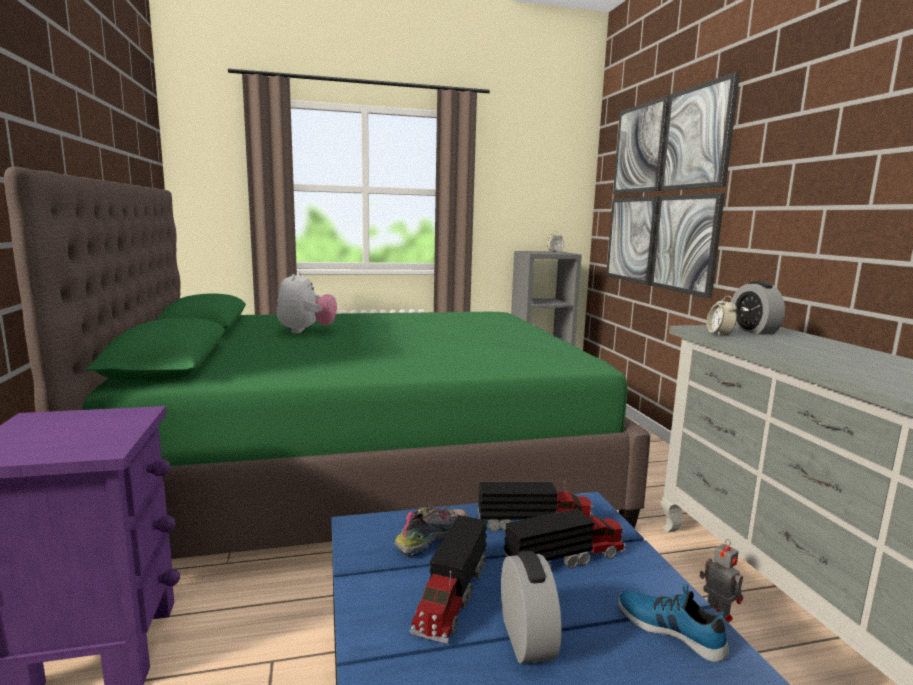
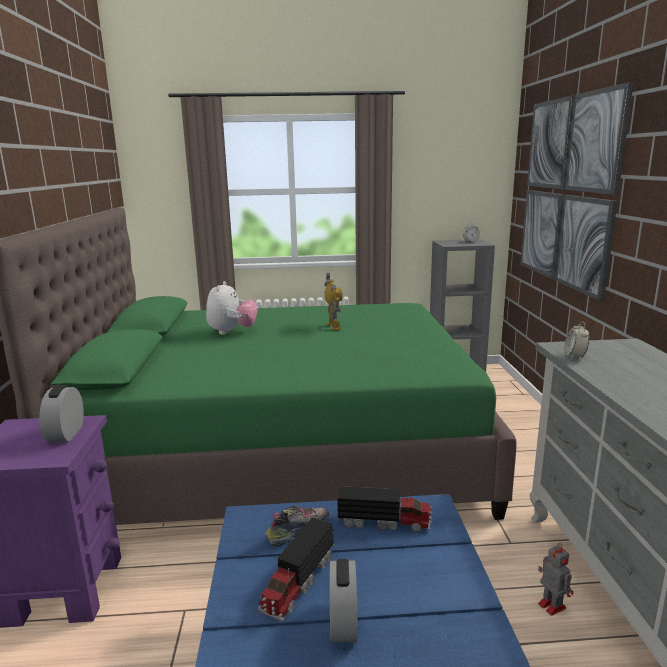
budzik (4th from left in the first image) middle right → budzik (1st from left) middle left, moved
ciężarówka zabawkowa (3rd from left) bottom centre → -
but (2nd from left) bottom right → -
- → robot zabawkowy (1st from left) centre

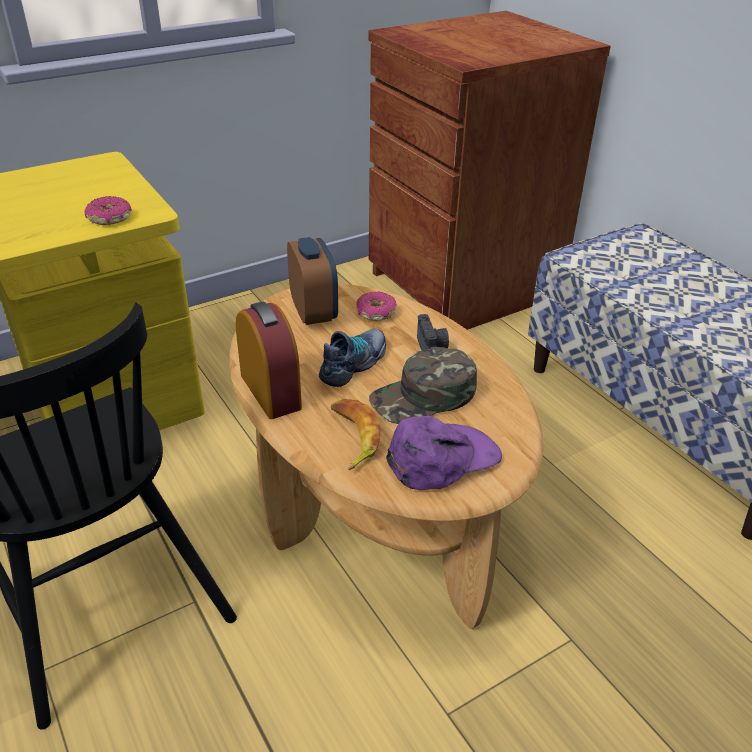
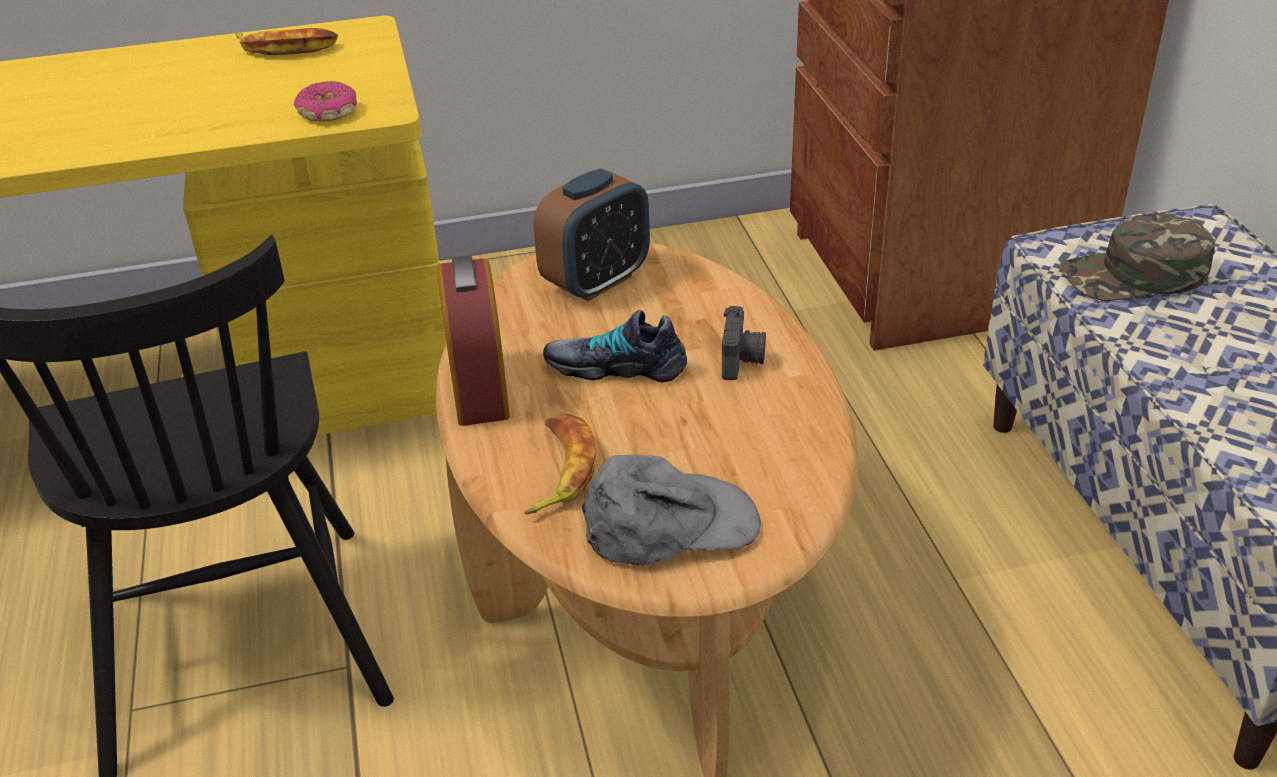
budzik (2nd from left) centre → budzik (2nd from left) top centre, 45 degrees clockwise
donut (2nd from left) centre → -
but centre, 135 degrees counterclockwise
czapka z daszkiem/zielony centre → czapka z daszkiem/zielony top right, moved
czapka z daszkiem/fioletowy centre → czapka z daszkiem/szary centre
- → banan (1st from left) top left

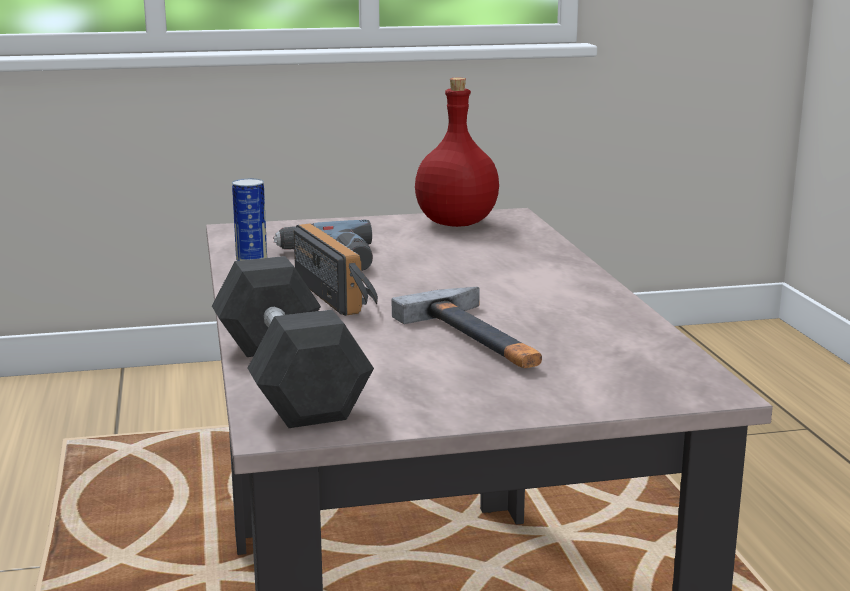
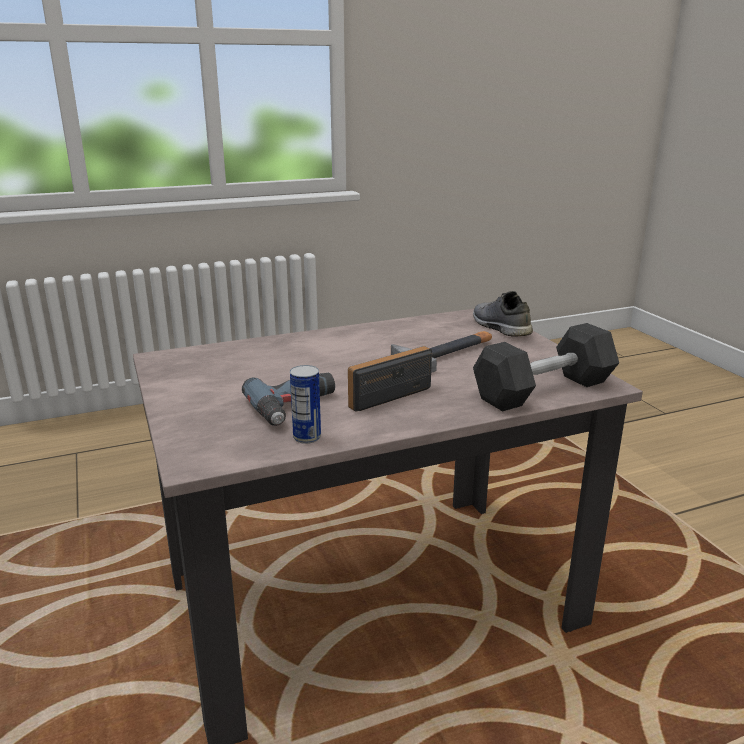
butelka/czerwony top centre → -
- → but/szary middle right

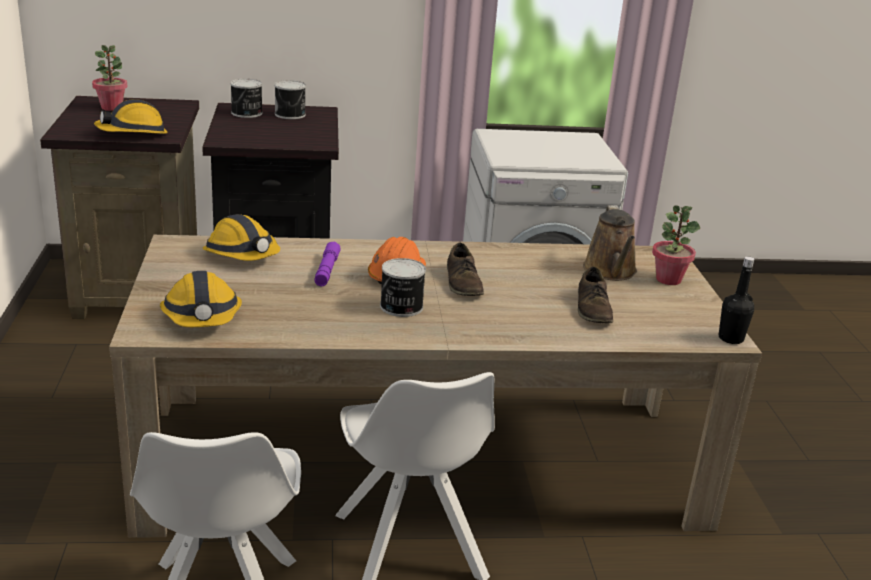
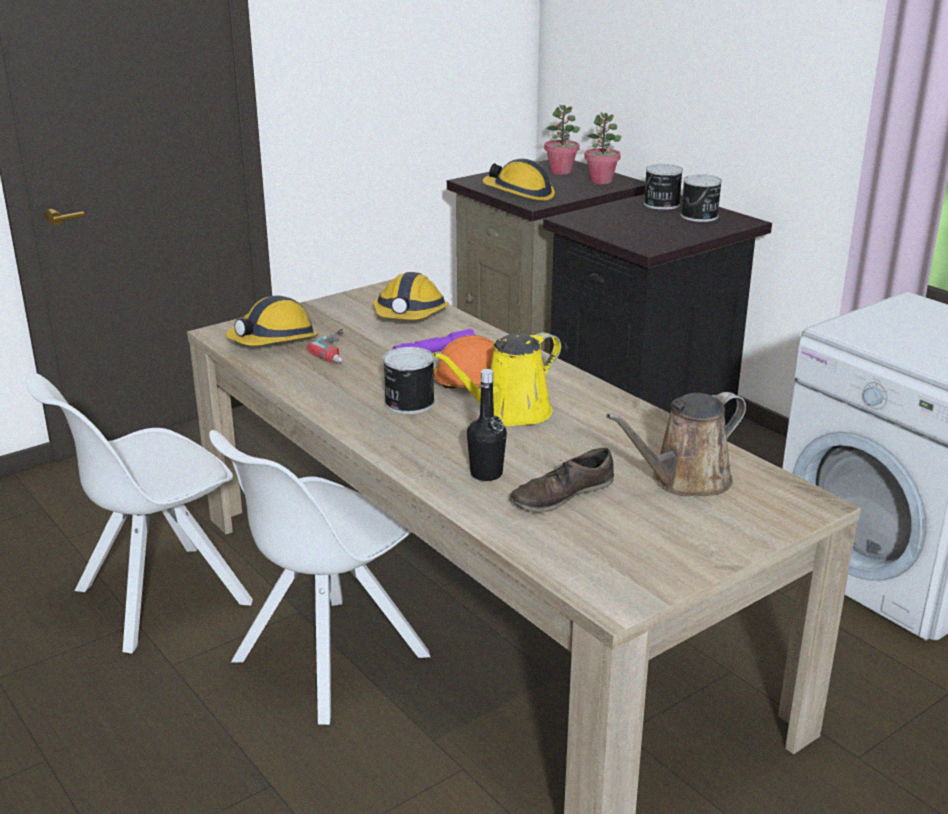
roślina doniczkowa (2nd from left) middle right → roślina doniczkowa (2nd from left) top centre, moved
but/brązowy (1st from left) centre → konewka/żółty centre
butelka/czarny middle right → butelka/czarny centre, moved
- → wiertarka centre

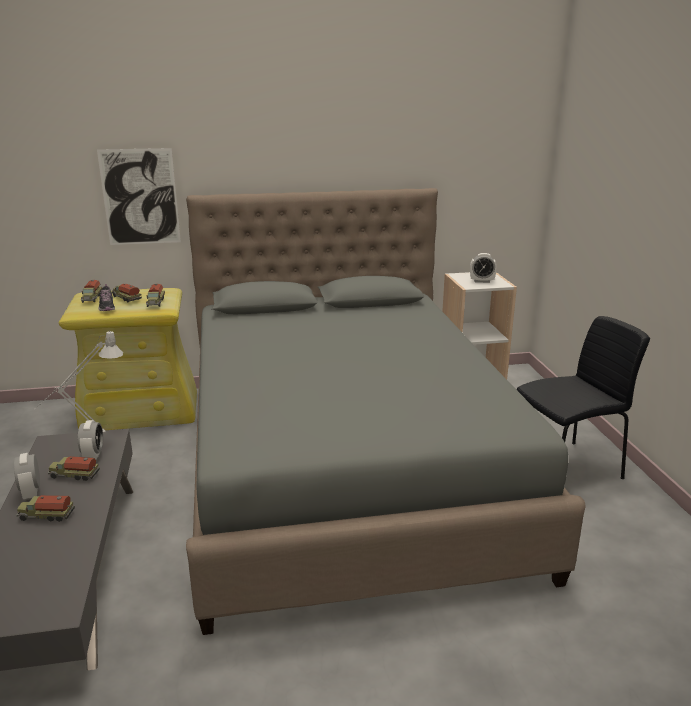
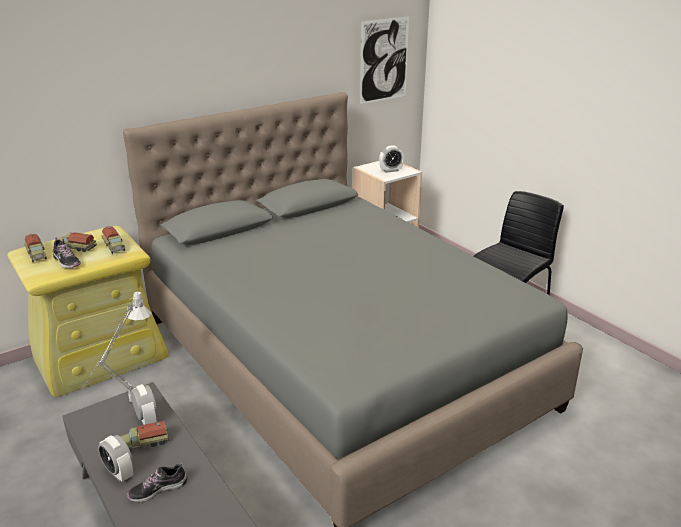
obraz top left → obraz top centre, moved
ciężarówka zabawkowa (1st from left) bottom left → but (2nd from left) bottom left

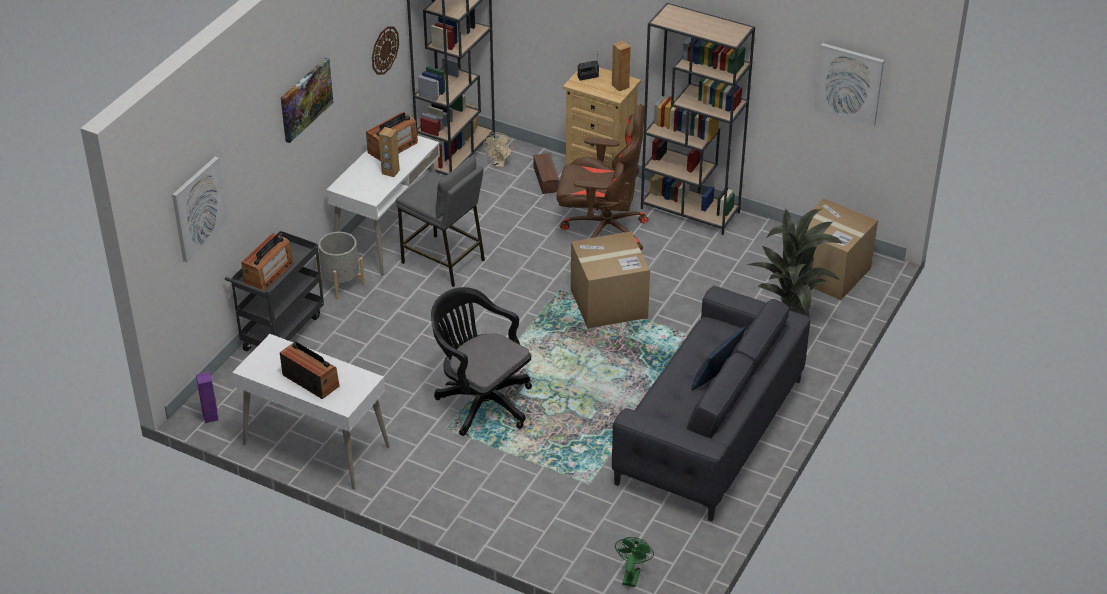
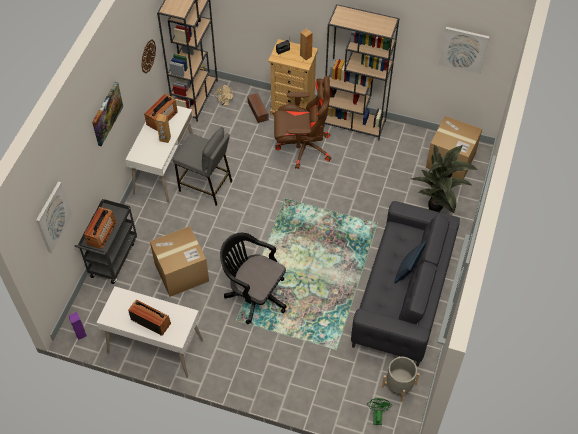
karton (1st from left) centre → karton (1st from left) middle left, moved
donica/szary middle left → donica/szary bottom right, moved

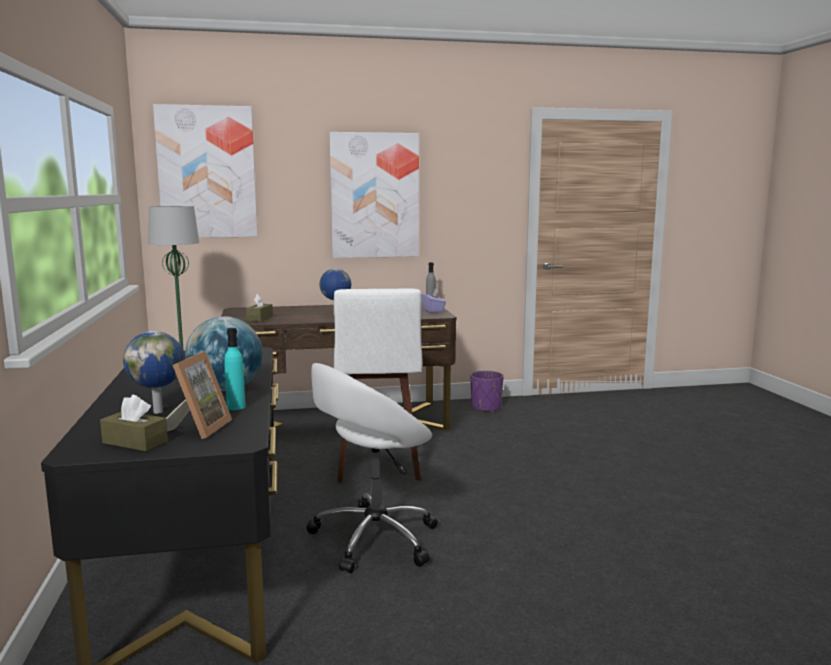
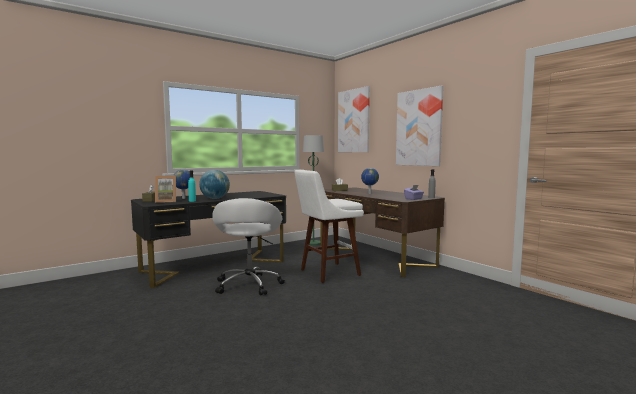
krzesło biurowe/biały bottom centre → krzesło biurowe/biały centre, 120 degrees counterclockwise
donica/fioletowy centre → -

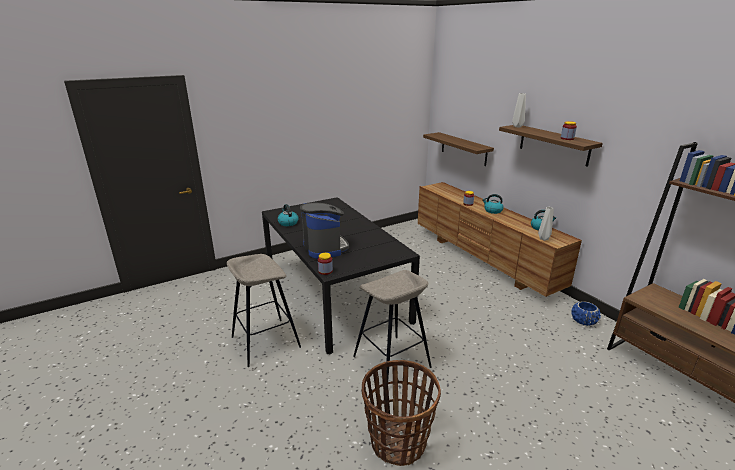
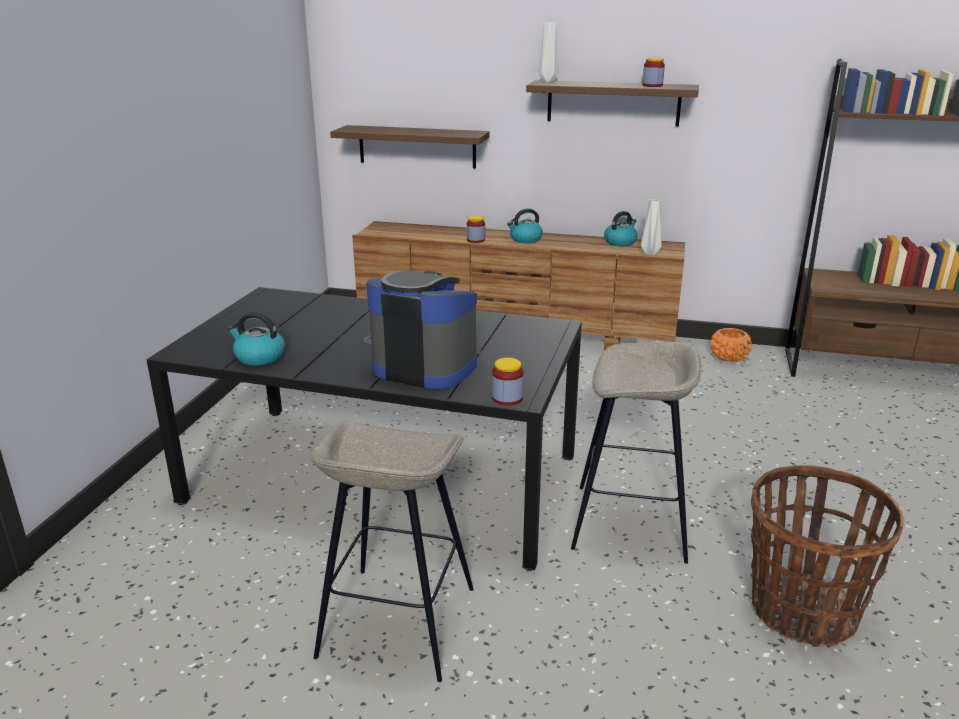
donica/niebieski middle right → donica/pomarańczowy middle right

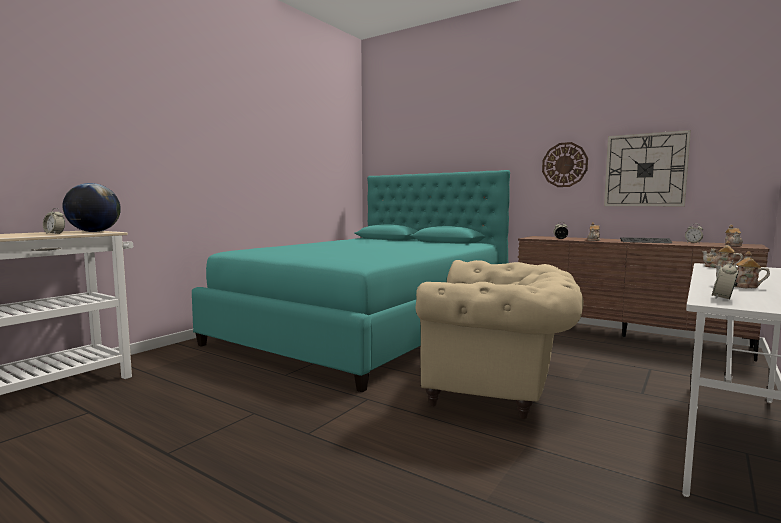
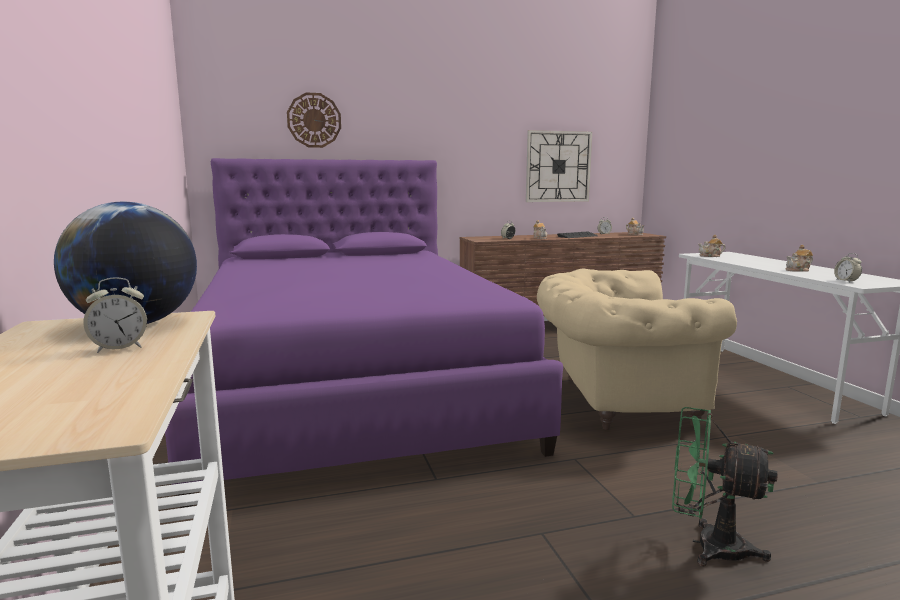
zegar ścienny (1st from left) top right → zegar ścienny (1st from left) top centre, moved
łóżko/turkusowy centre → łóżko/fioletowy centre
fotel/beżowy centre → fotel/beżowy middle right, 150 degrees counterclockwise
- → wentylator/zielony bottom right

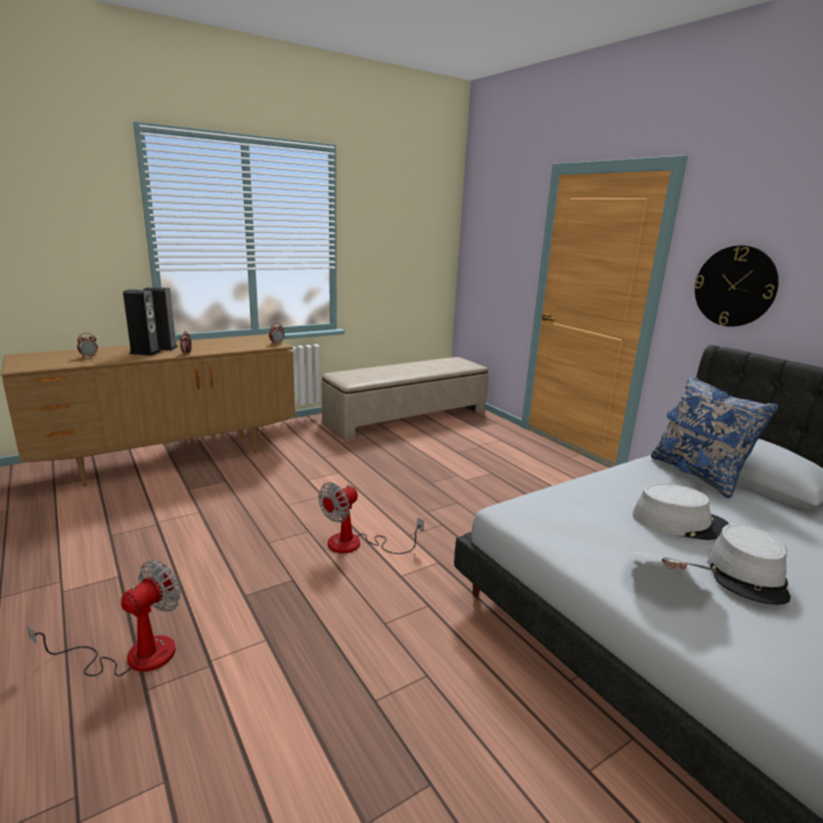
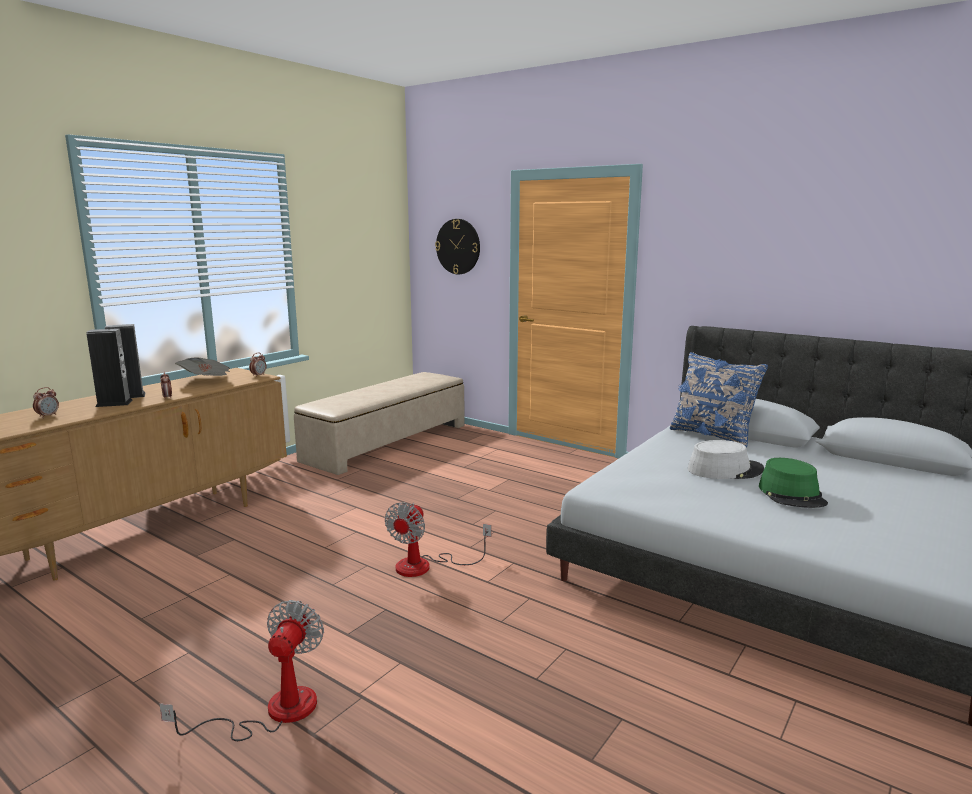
zegar ścienny middle right → zegar ścienny top centre, moved
kapelusz/szary (2nd from left) bottom right → kapelusz/zielony middle right
gazeta bottom right → gazeta middle left, moved

